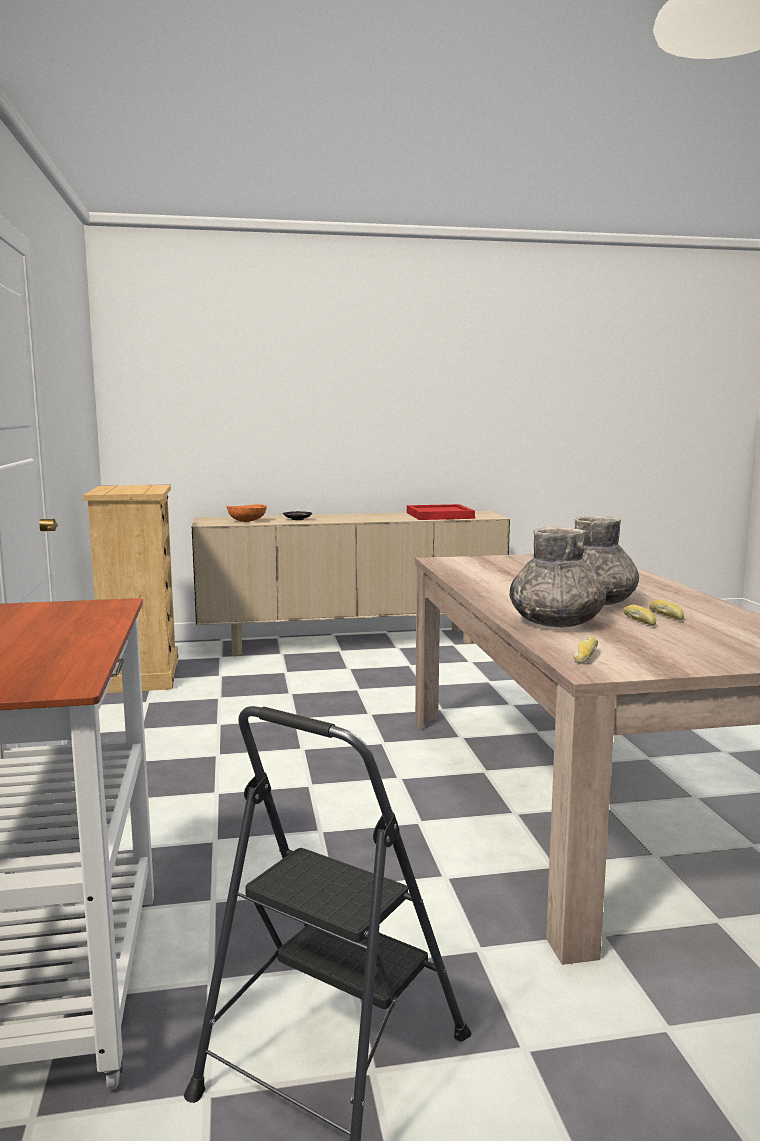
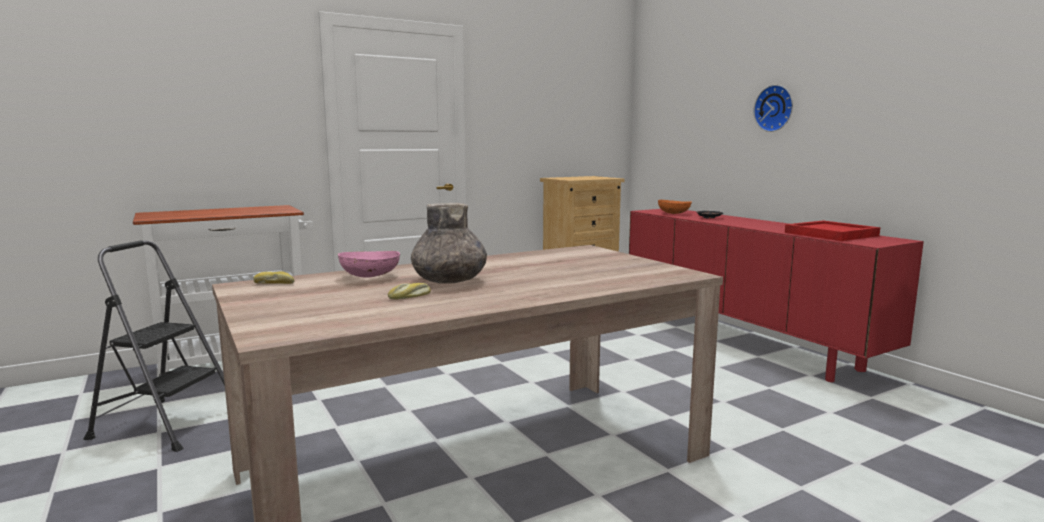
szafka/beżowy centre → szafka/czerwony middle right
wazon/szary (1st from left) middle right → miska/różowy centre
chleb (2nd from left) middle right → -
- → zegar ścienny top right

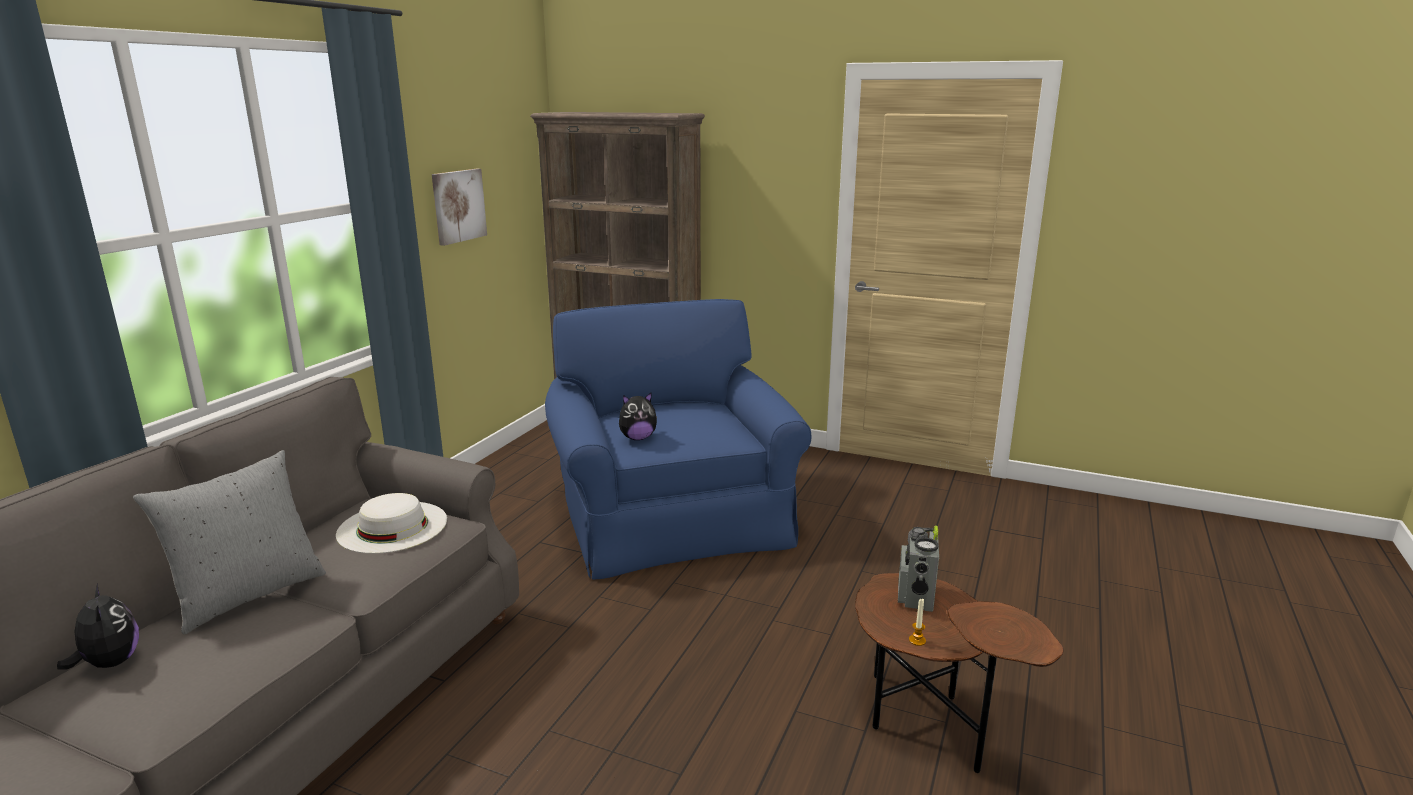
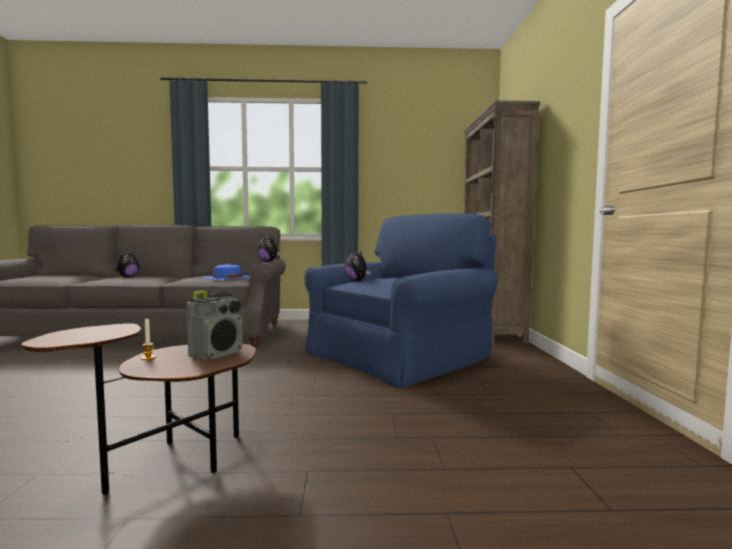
obraz top left → -
poduszka/szary bottom left → -
kapelusz/biały middle left → kapelusz/niebieski middle left
radio bottom centre → radio middle left, 135 degrees clockwise
- → pluszak (2nd from left) centre

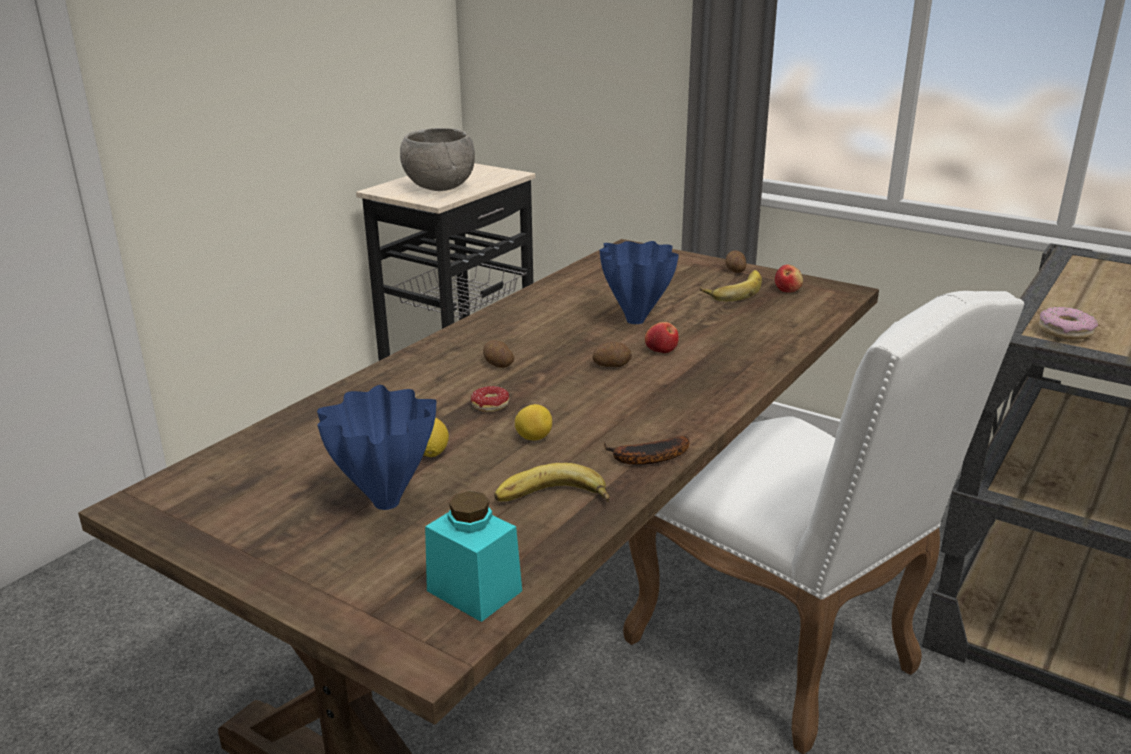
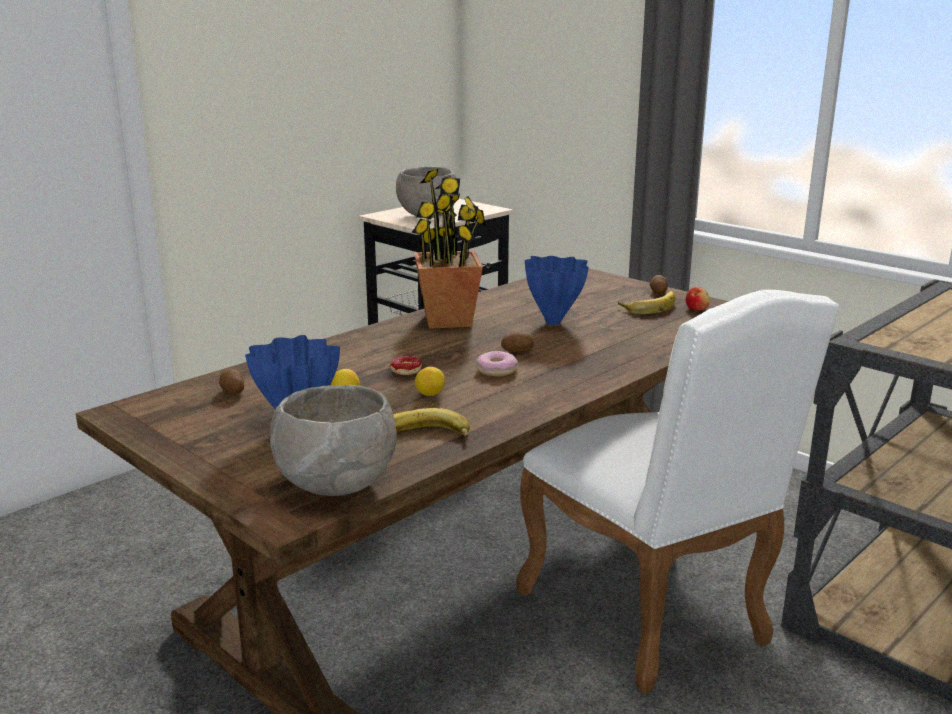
donut (2nd from left) middle right → donut (2nd from left) centre, moved
jabłko (1st from left) centre → -
ziemniak (1st from left) centre → ziemniak (1st from left) middle left, moved
banan (2nd from left) centre → -
słoik/turkusowy bottom centre → miska/szary (1st from left) centre
- → roślina doniczkowa centre

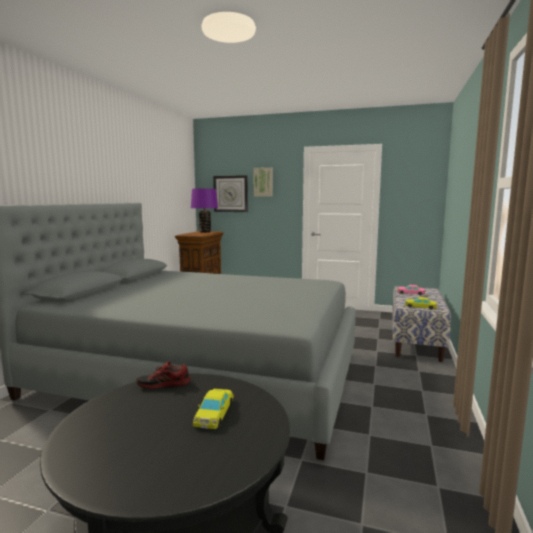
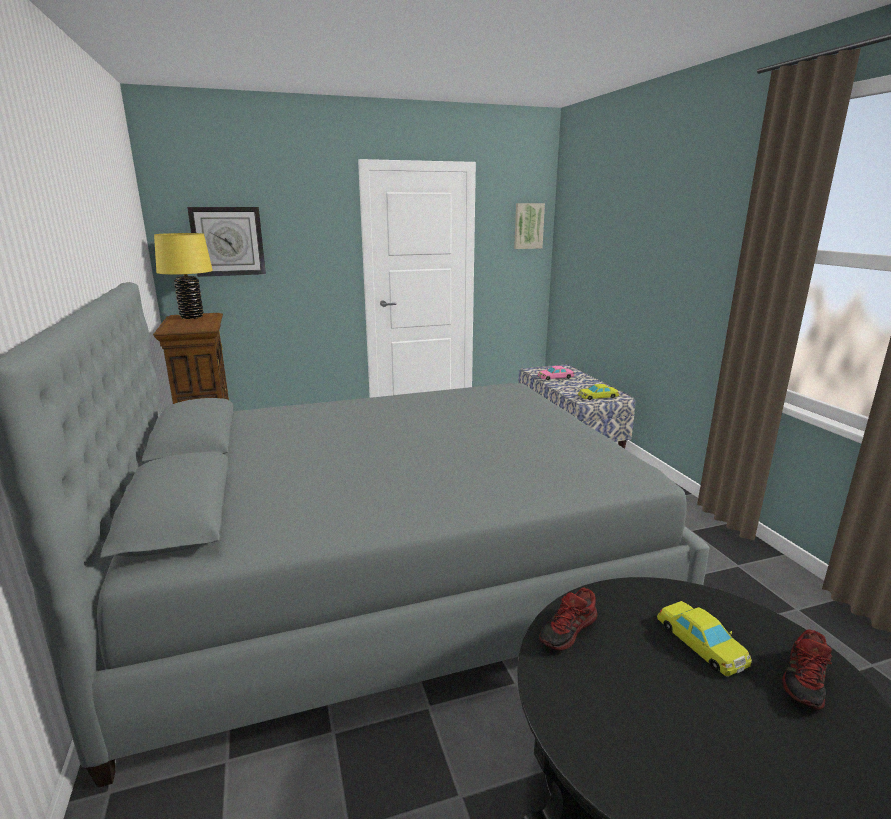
obraz centre → obraz top centre, moved
lampa stołowa/fioletowy centre → lampa stołowa/żółty middle left
- → but (2nd from left) bottom right

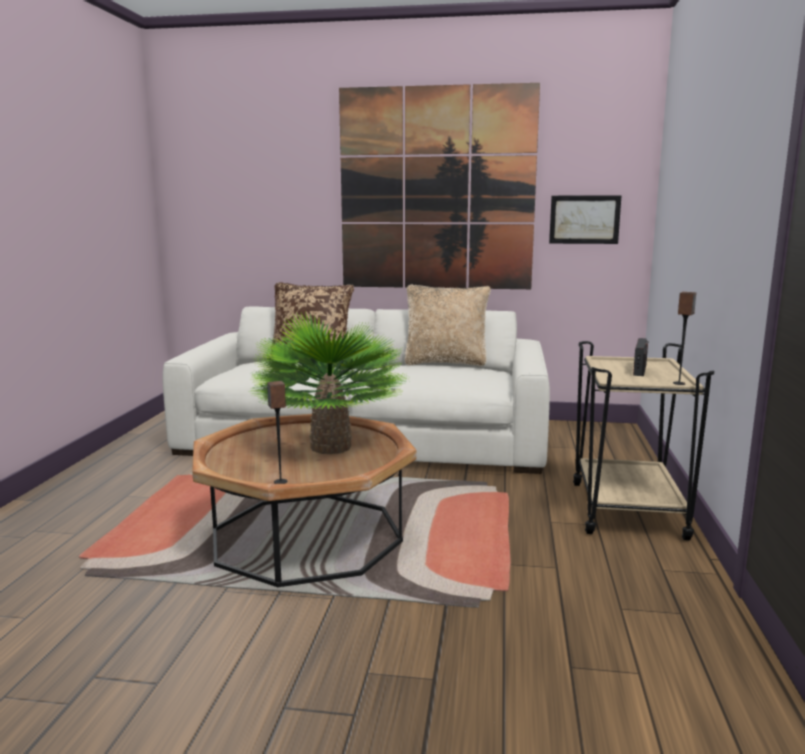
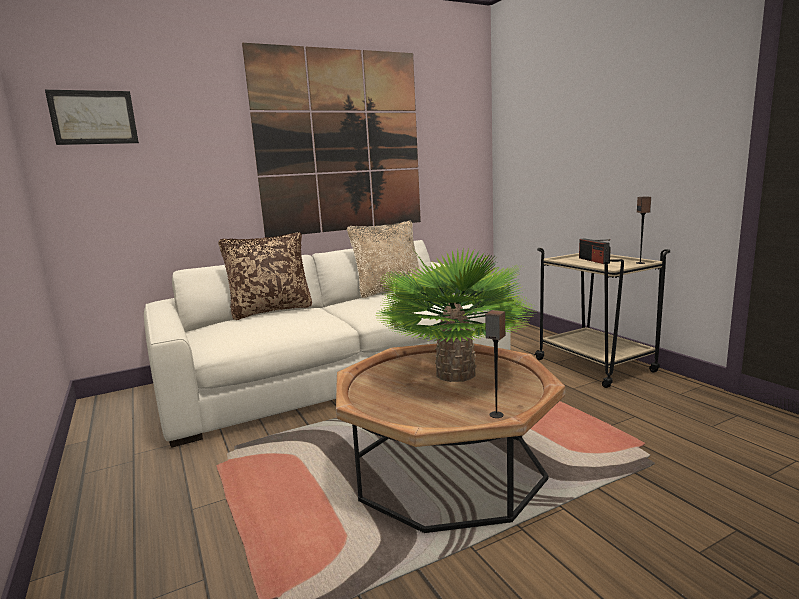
obraz (2nd from left in the first image) top right → obraz (1st from left) top left, moved

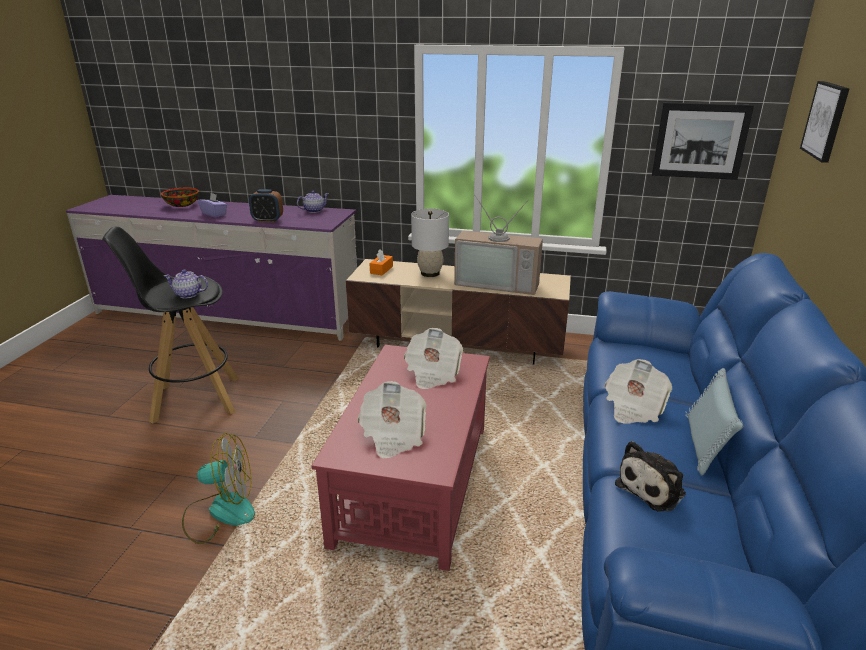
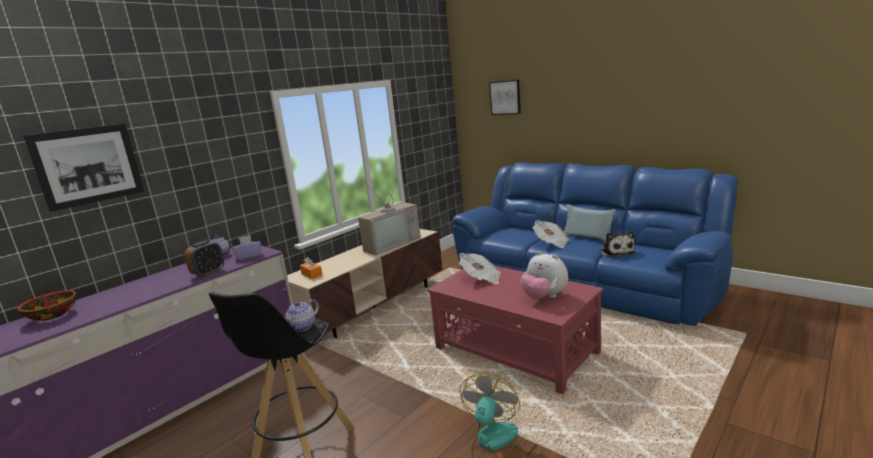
obraz (1st from left) top right → obraz (1st from left) middle left, moved
pudełko chusteczek/fioletowy top left → pudełko chusteczek/fioletowy middle left, moved
lampa stołowa/biały centre → -
gazeta (1st from left) centre → pluszak (1st from left) centre

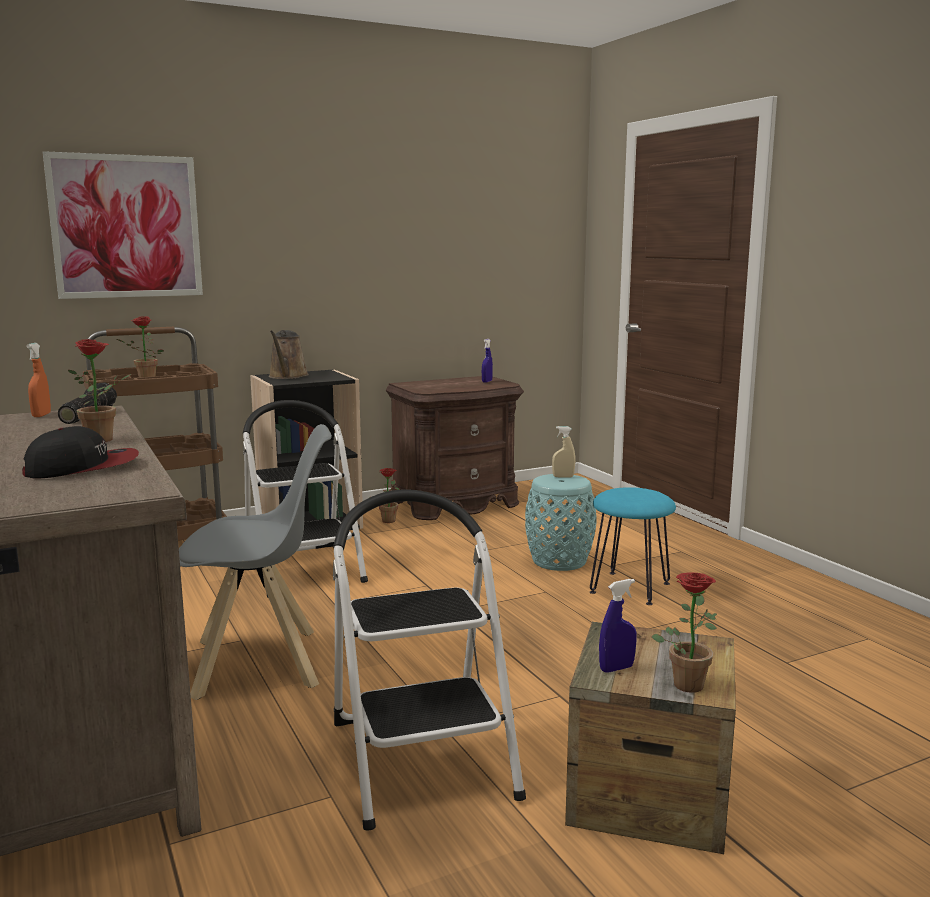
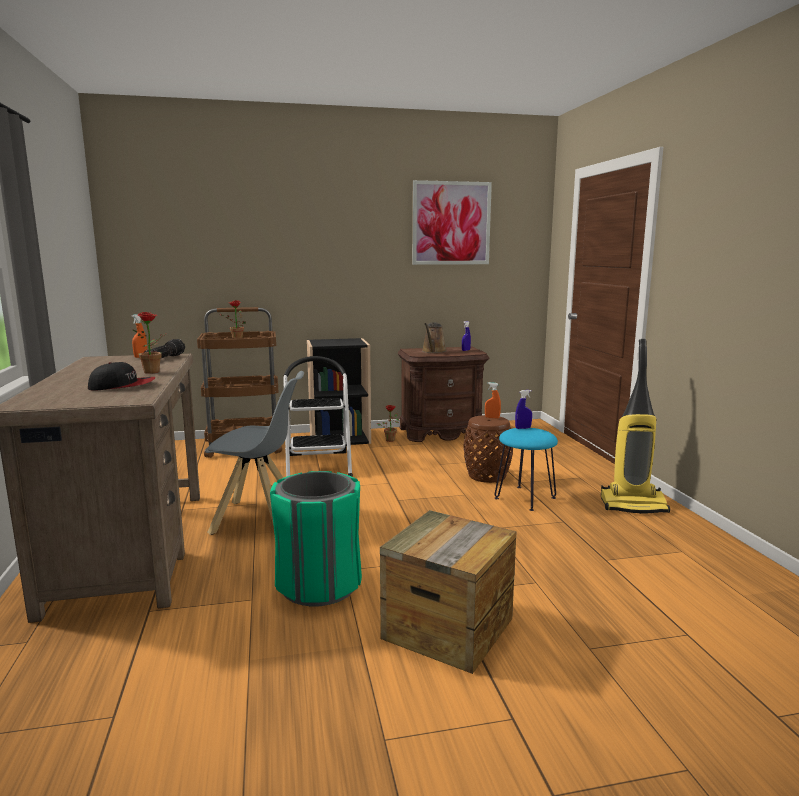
obraz top left → obraz top centre, moved
konewka/brązowy middle left → konewka/brązowy centre, moved
spryskiwacz/beżowy centre → spryskiwacz/pomarańczowy (2nd from left) centre
stołek/turkusowy (1st from left) centre → stołek/brązowy centre
drabinka (2nd from left) bottom centre → kosz na śmieci/zielony bottom centre
roślina doniczkowa (4th from left) bottom right → -
spryskiwacz/niebieski (2nd from left) bottom centre → spryskiwacz/niebieski (2nd from left) centre, moved
- → odkurzacz middle right

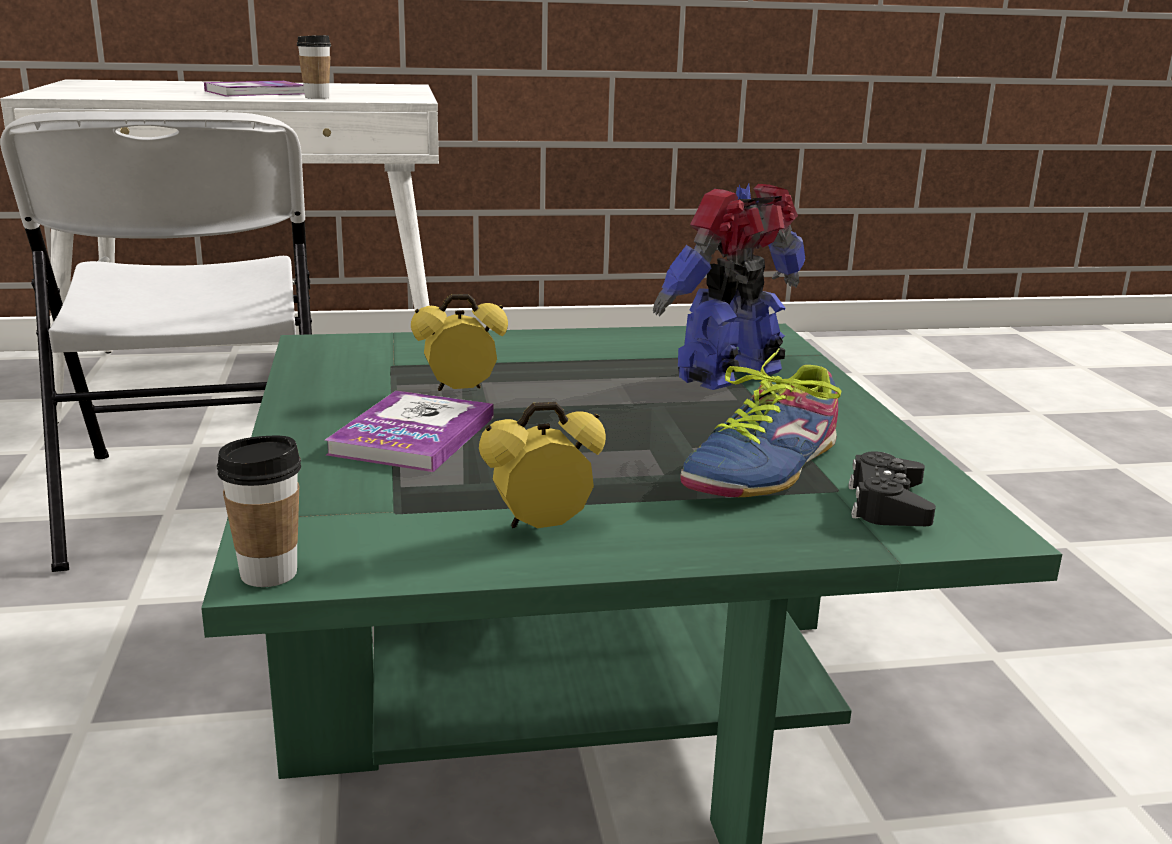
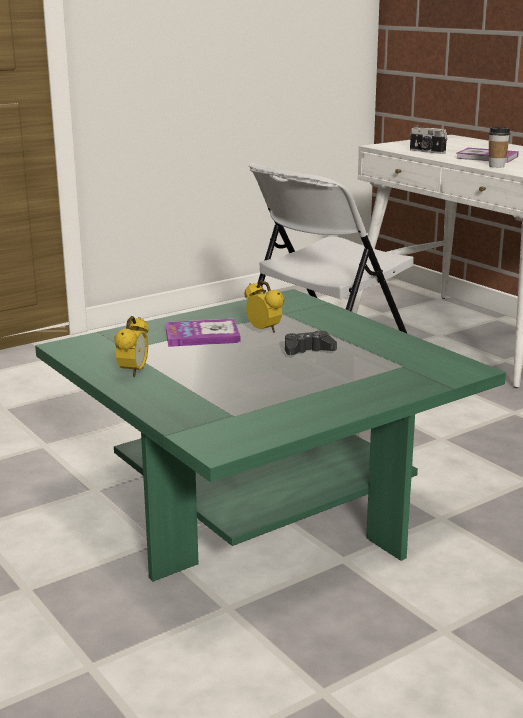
robot zabawkowy centre → -
but centre → -
budzik (2nd from left in the first image) centre → budzik (1st from left) middle left, 60 degrees clockwise
filiżanka (1st from left) middle left → -
pad do gier/czarny middle right → pad do gier/czarny centre, moved
- → aparat fotograficzny top right

